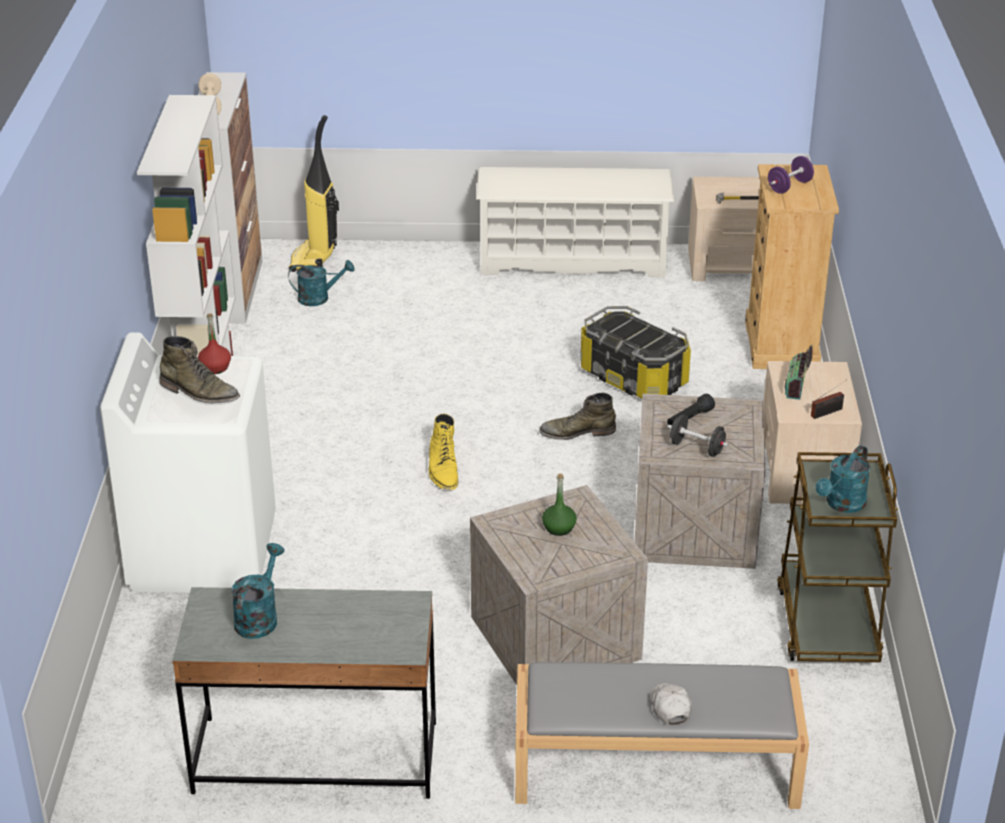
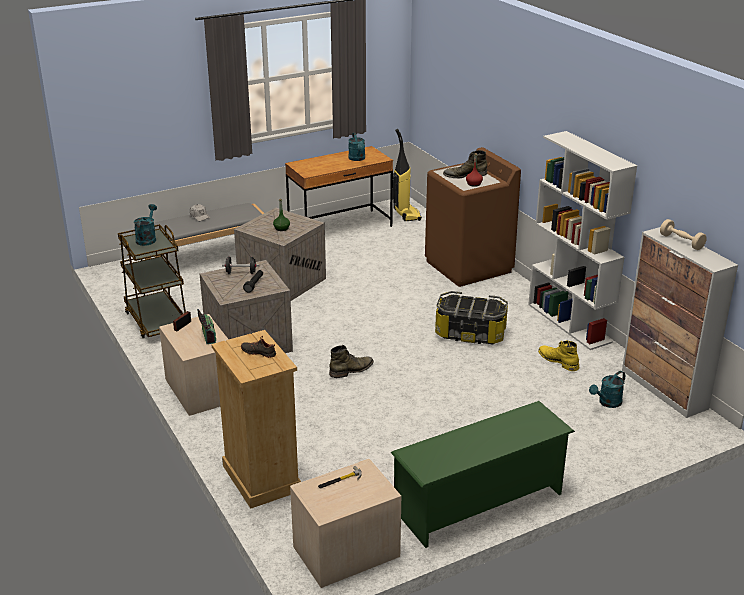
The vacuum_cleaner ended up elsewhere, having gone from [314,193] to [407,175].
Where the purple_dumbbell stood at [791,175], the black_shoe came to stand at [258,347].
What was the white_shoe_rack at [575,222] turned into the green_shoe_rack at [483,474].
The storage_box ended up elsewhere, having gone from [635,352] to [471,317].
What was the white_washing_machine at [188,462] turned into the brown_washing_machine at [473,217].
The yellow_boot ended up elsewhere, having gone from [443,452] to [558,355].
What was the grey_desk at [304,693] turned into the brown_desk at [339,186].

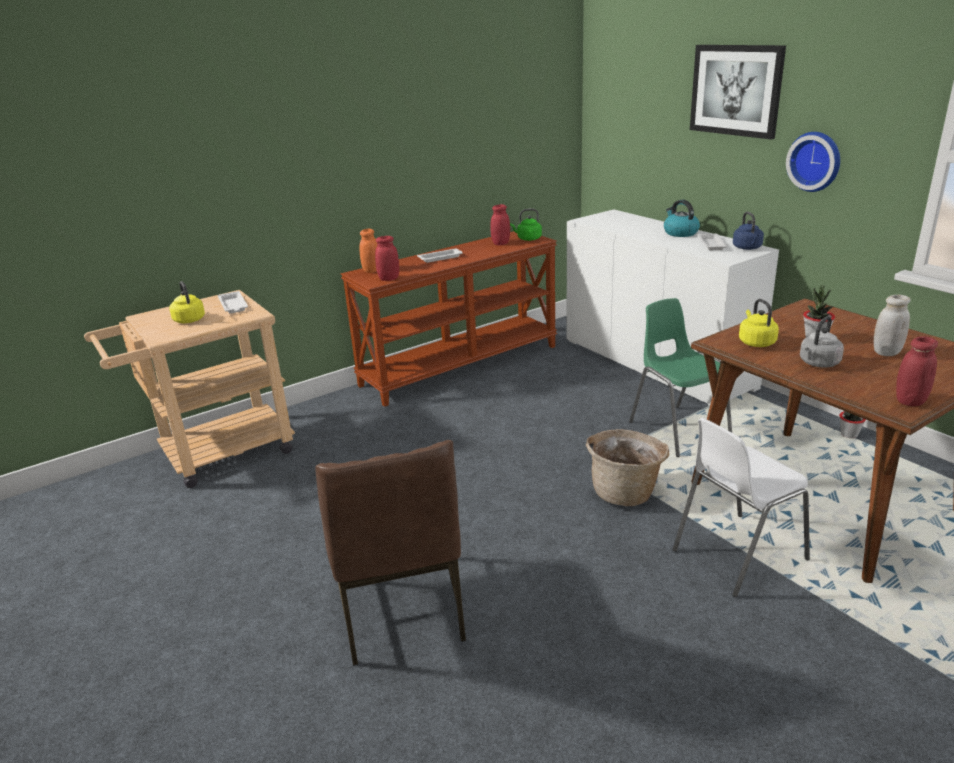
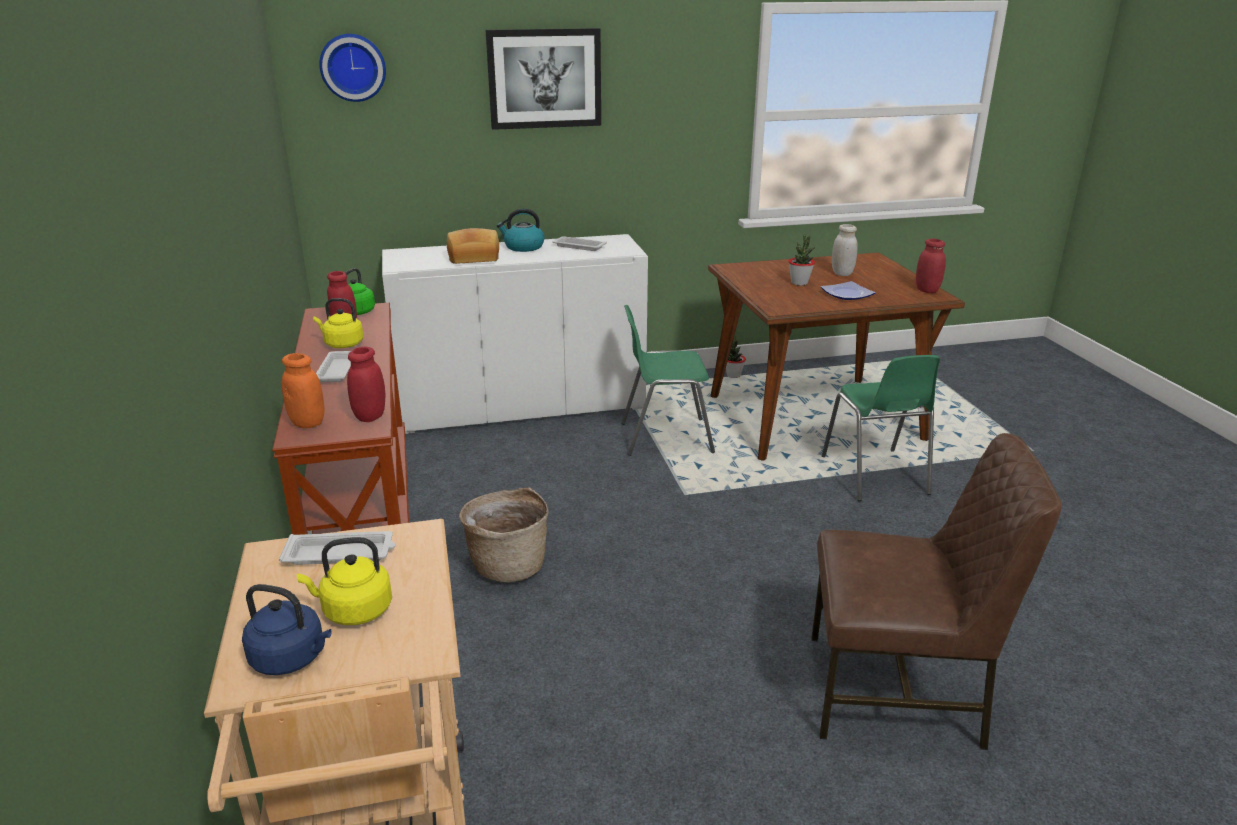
The wall_clock ended up elsewhere, having gone from [813,162] to [352,68].
The blue_kettle ended up elsewhere, having gone from [748,231] to [287,629].
The yellow_kettle ended up elsewhere, having gone from [759,323] to [338,323].
Where the grey_kettle stood at [822,342], the plate came to stand at [848,290].
What was the white_chair at [741,507] turned into the green_chair at [881,428].
The basket ended up elsewhere, having gone from [627,467] to [504,535].
The second view gained the bread at [473,246].

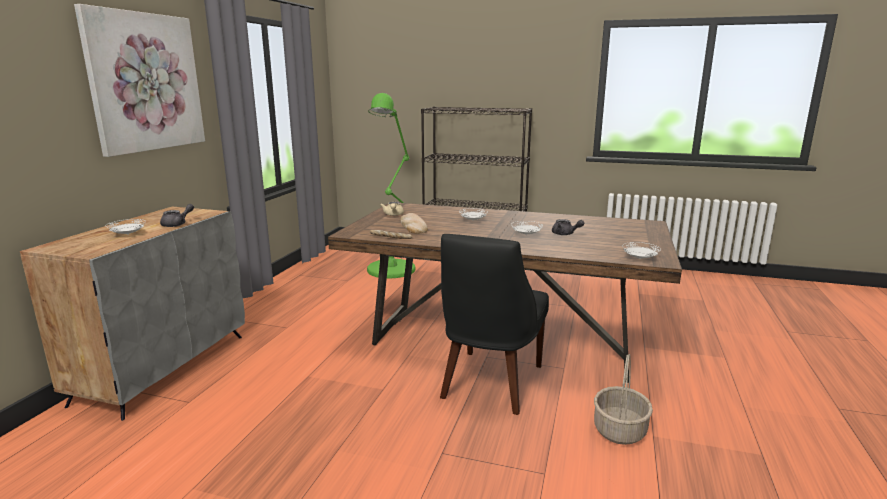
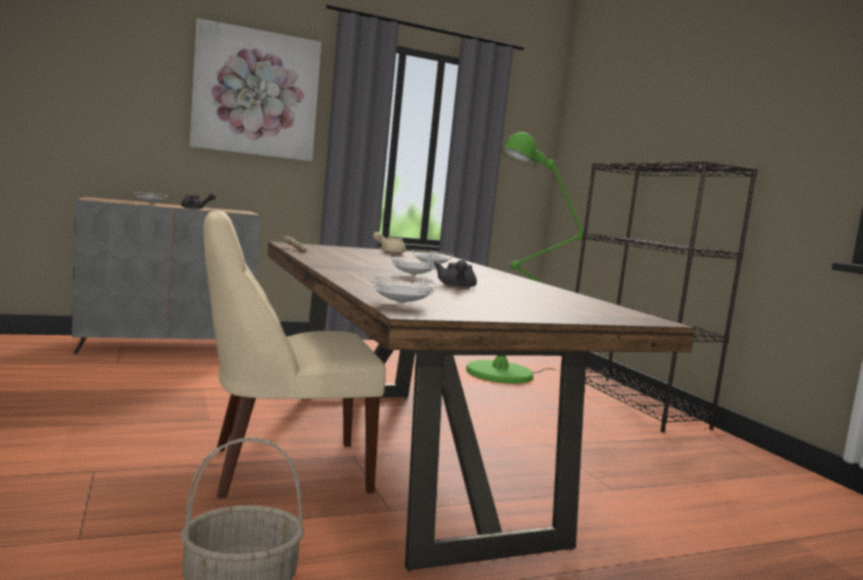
The second view lost the bread at [414,223].
What was the black_chair at [494,324] turned into the beige_chair at [295,354].

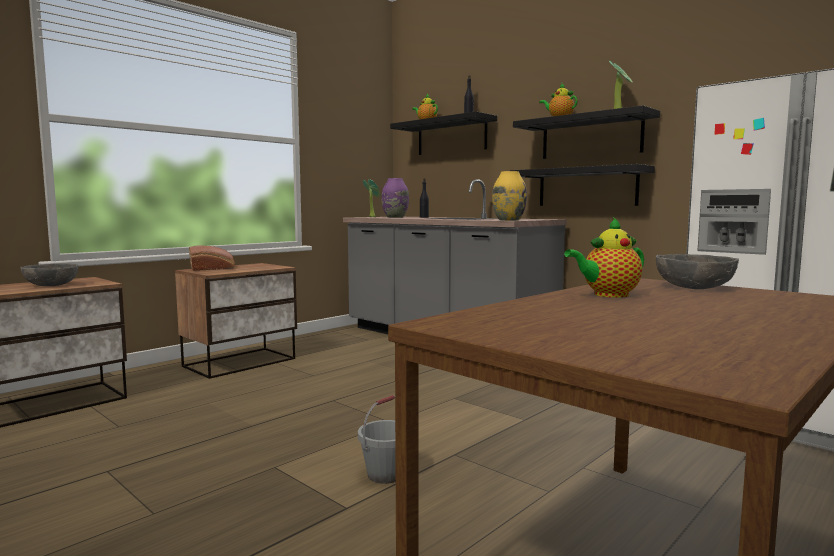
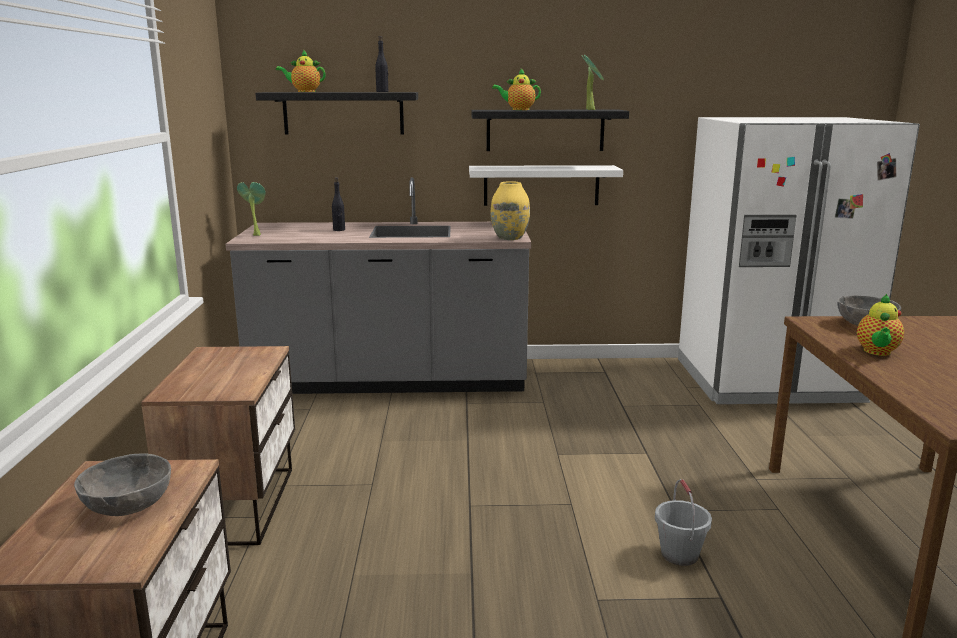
What was the black_shelf at [582,185] turned into the white_shelf at [546,185].
The second view lost the purple_vase at [395,198].
The second view lost the bread at [212,258].

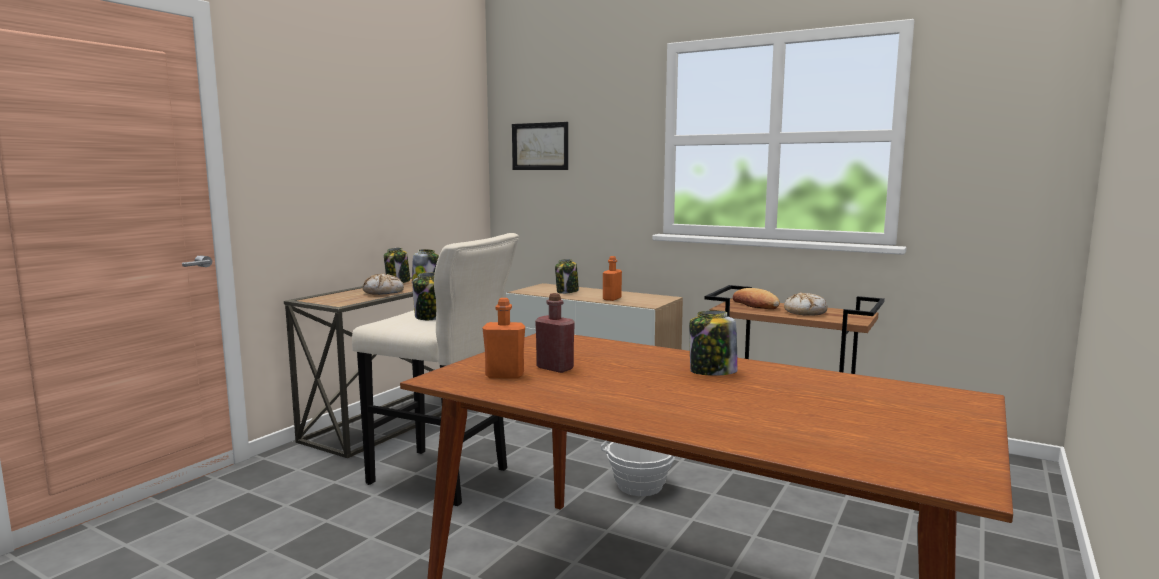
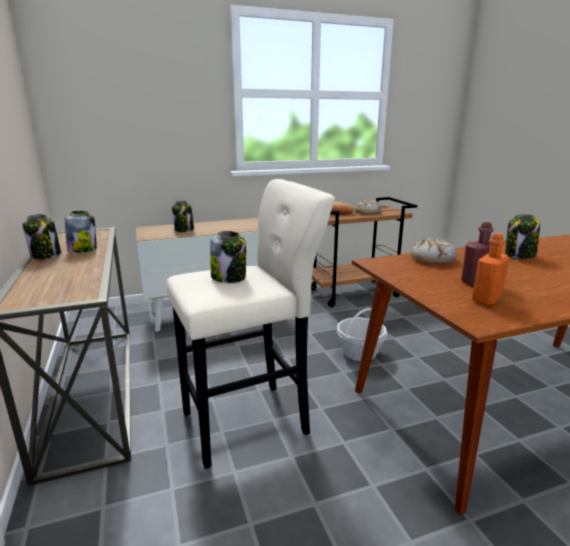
The second view lost the picture at [540,146].
The second view lost the orange_bottle at [612,278].
The bread ended up elsewhere, having gone from [383,284] to [434,251].

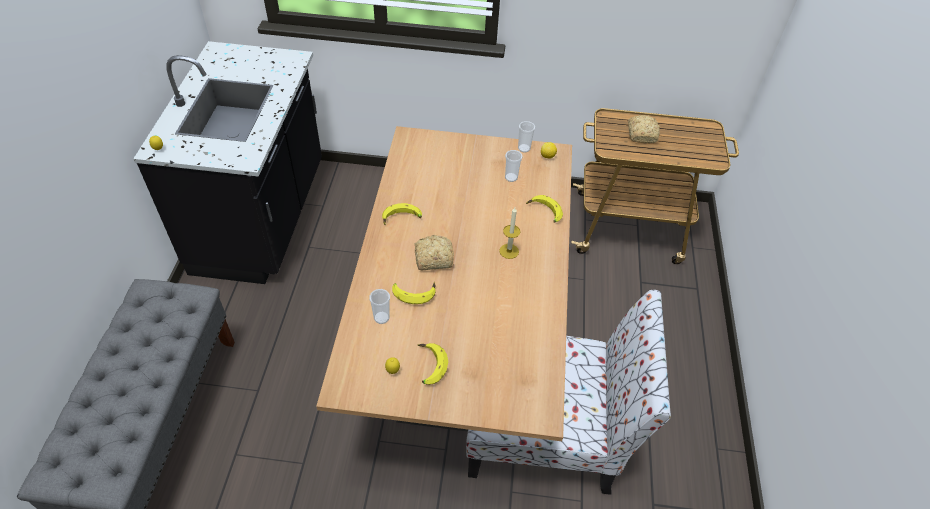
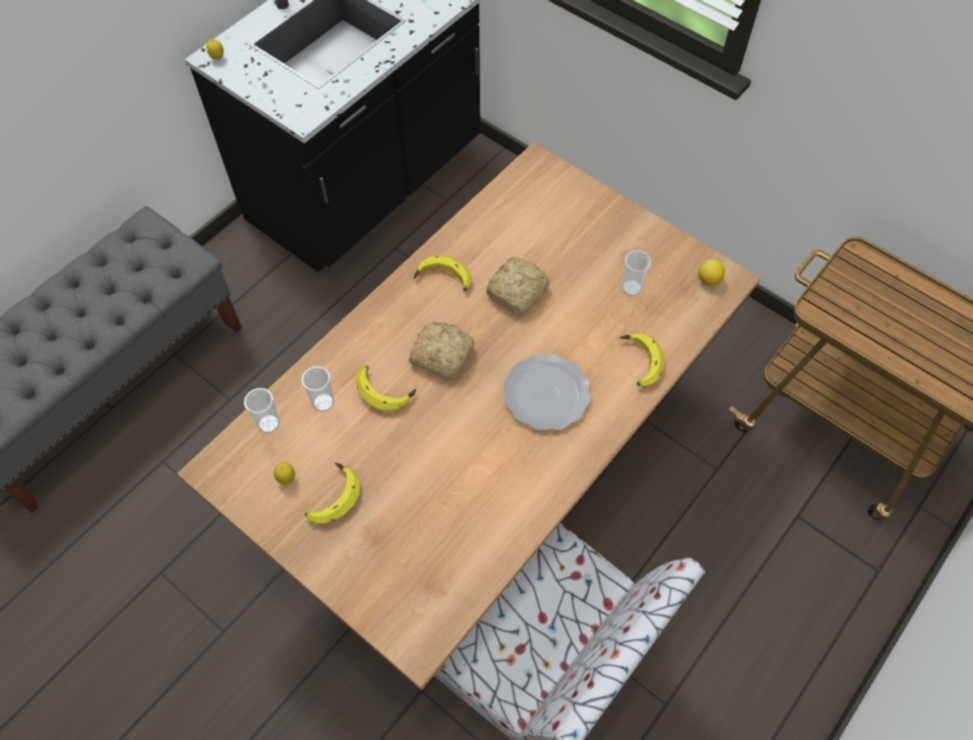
The bread ended up elsewhere, having gone from [644,129] to [518,285].
The cup ended up elsewhere, having gone from [526,137] to [262,410].
Where the candle stood at [509,233], the plate came to stand at [547,392].

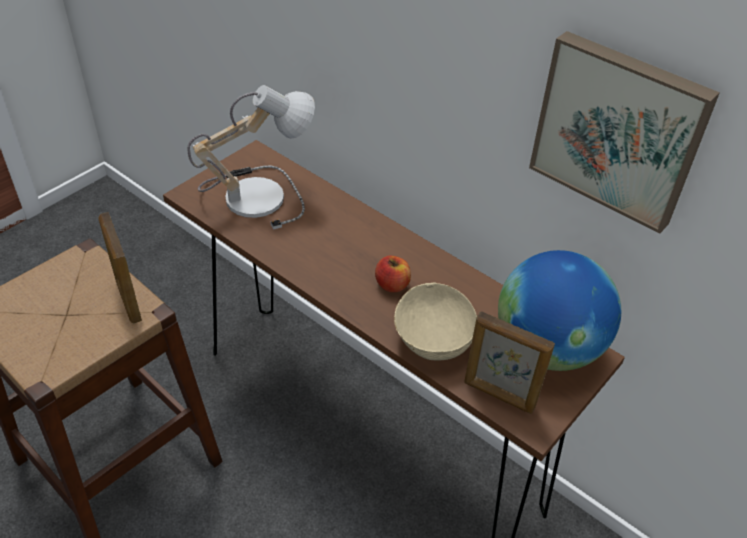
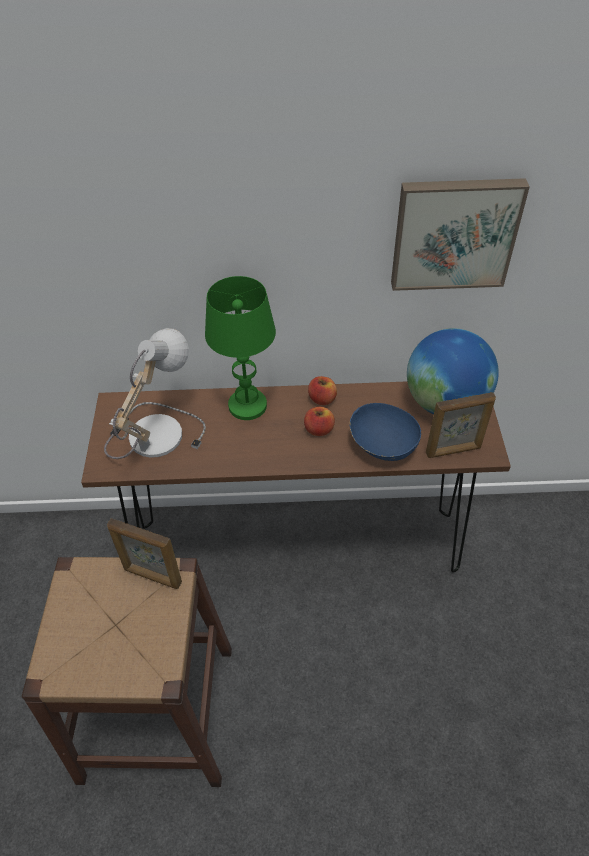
What was the beige_bowl at [435,321] turned into the blue_bowl at [385,432].
The second view gained the green_table_lamp at [240,348].
The second view gained the apple at [322,390].

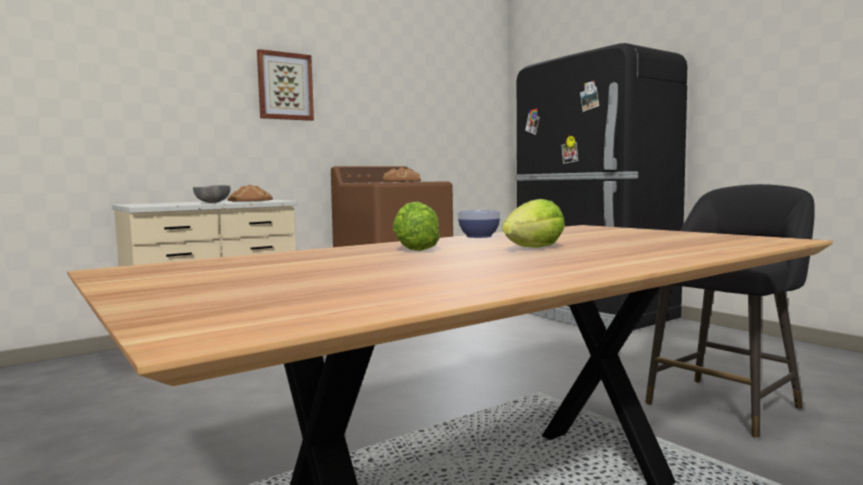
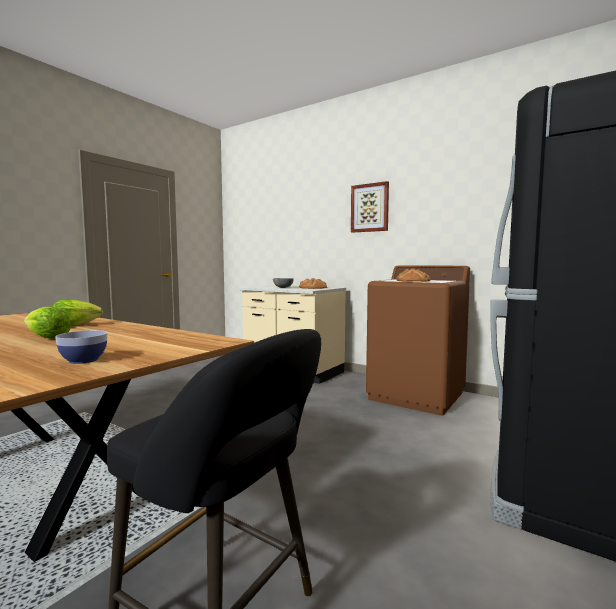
The bowl ended up elsewhere, having gone from [479,224] to [81,347].

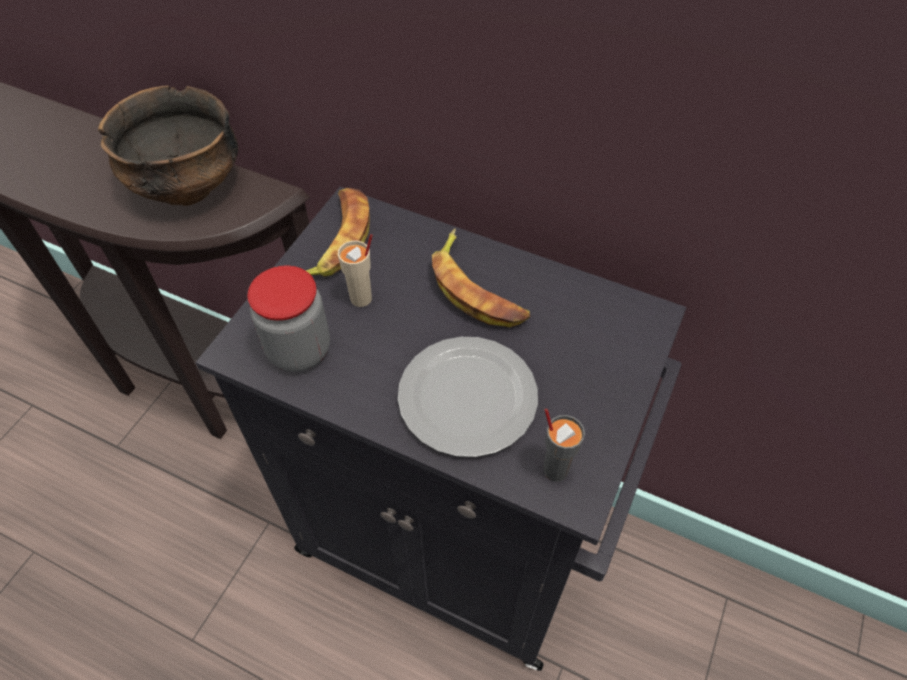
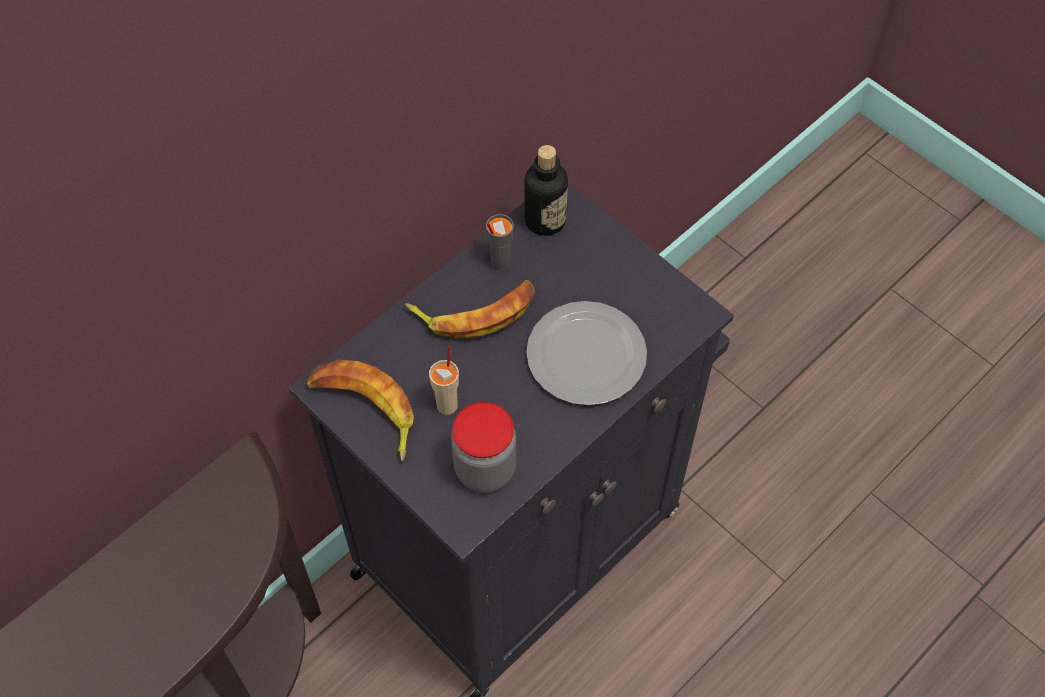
The second view lost the bowl at [168,145].
The grey_cup ended up elsewhere, having gone from [564,445] to [500,242].
The second view gained the bottle at [546,190].

